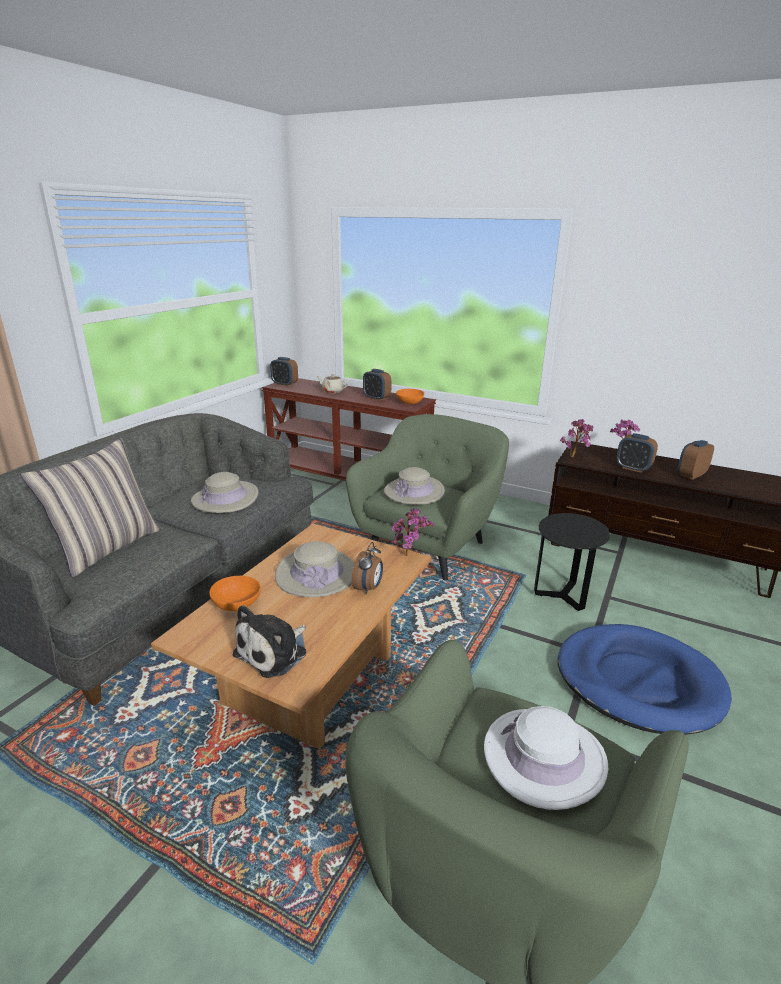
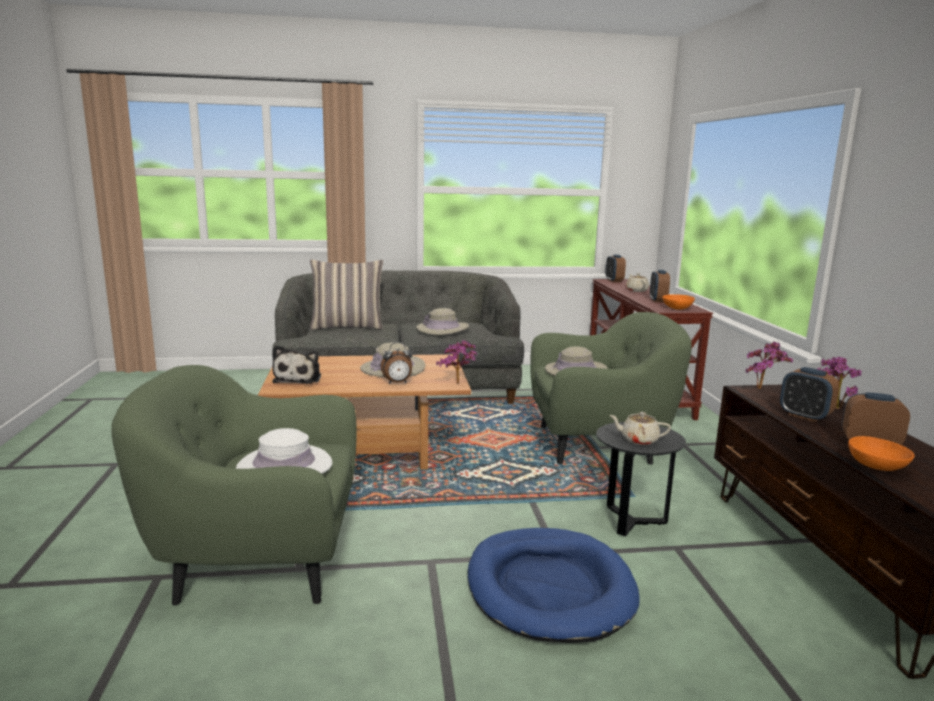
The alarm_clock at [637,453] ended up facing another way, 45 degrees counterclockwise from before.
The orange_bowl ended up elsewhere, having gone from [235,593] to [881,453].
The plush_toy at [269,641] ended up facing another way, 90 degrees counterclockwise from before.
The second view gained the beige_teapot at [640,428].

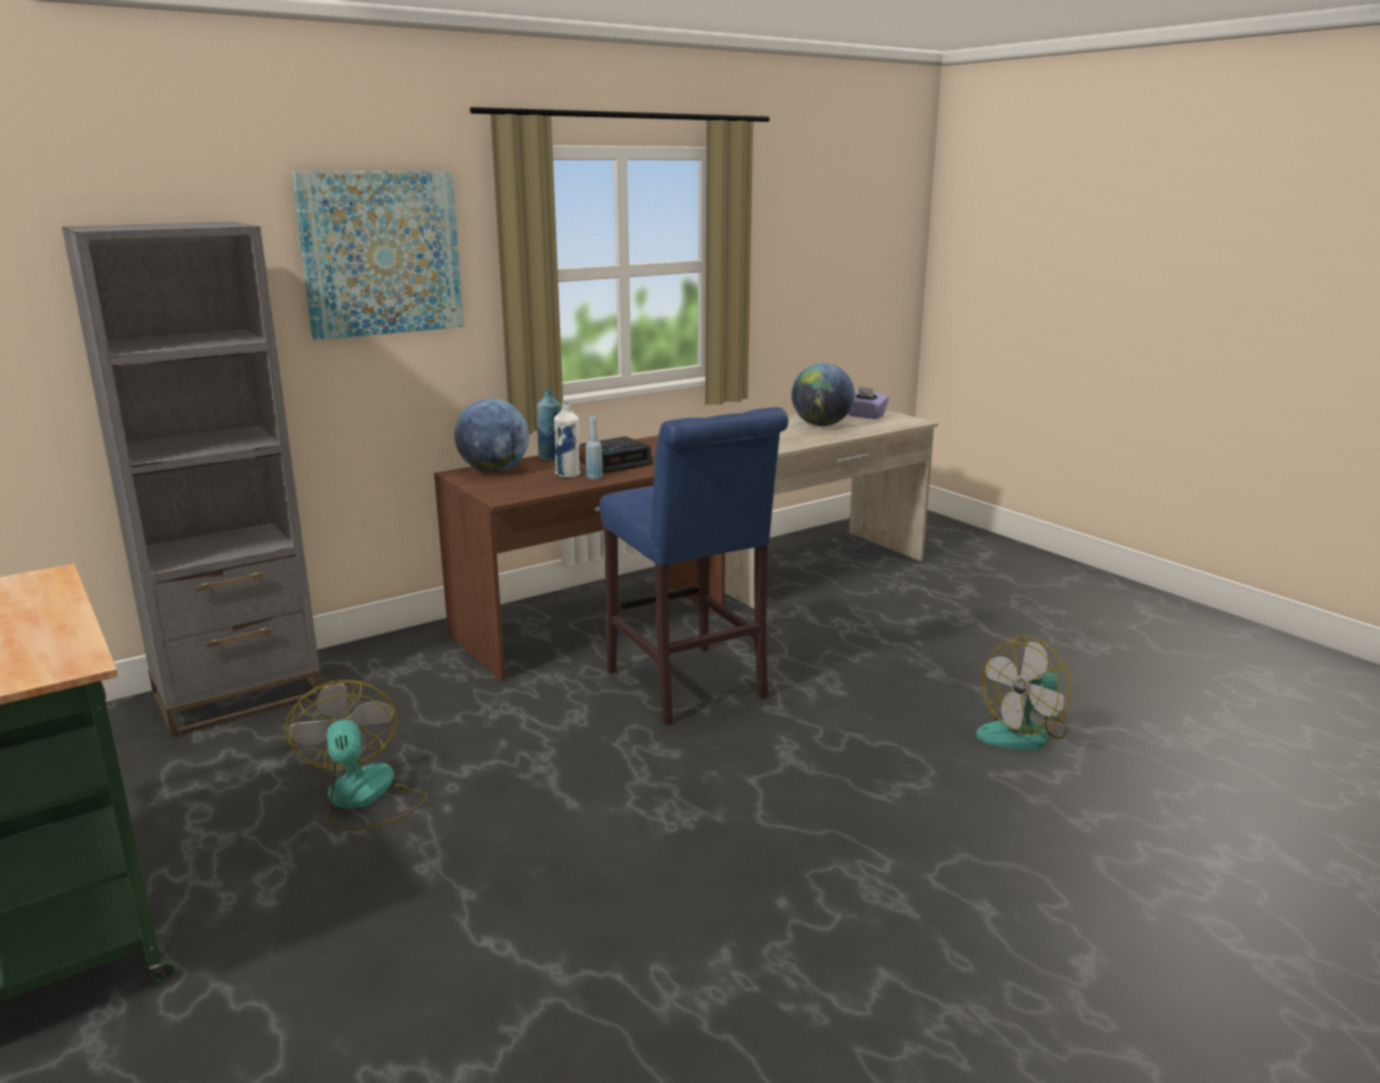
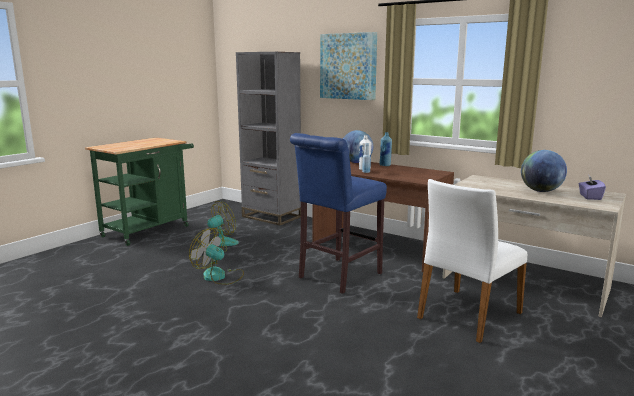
The second view lost the alarm_clock at [616,454].
The fan ended up elsewhere, having gone from [1023,693] to [216,256].
The second view gained the white_chair at [472,261].

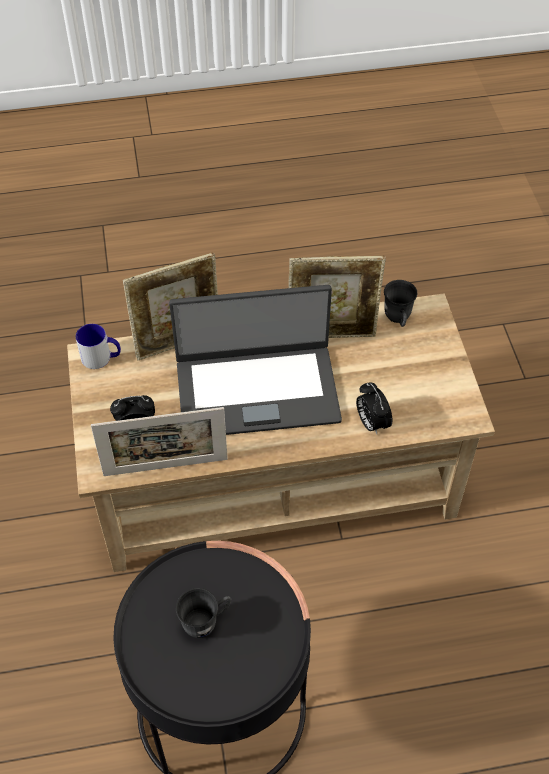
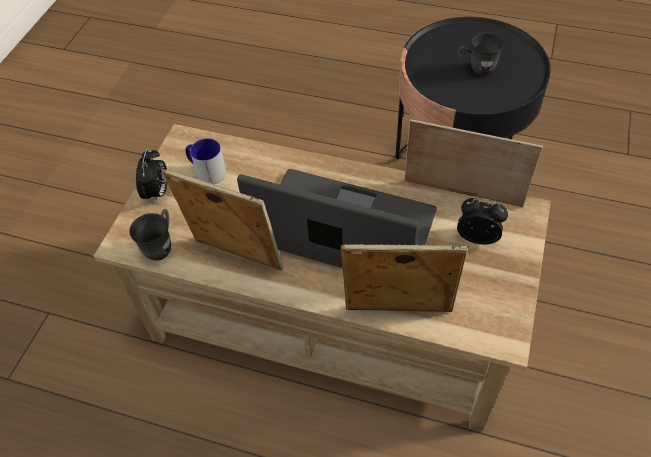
The mug ended up elsewhere, having gone from [98,346] to [205,161].
The alarm_clock ended up elsewhere, having gone from [374,408] to [151,176].

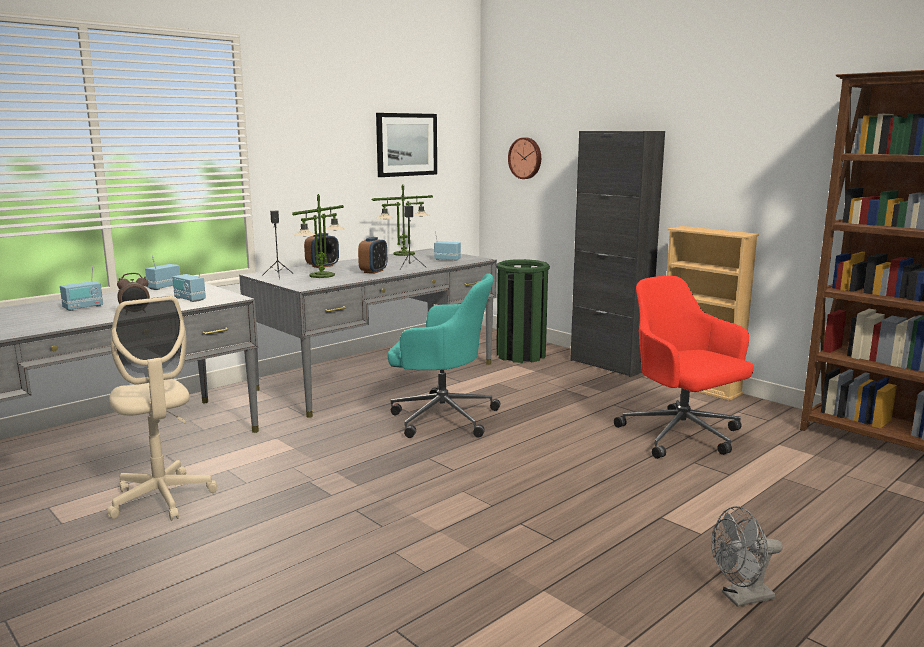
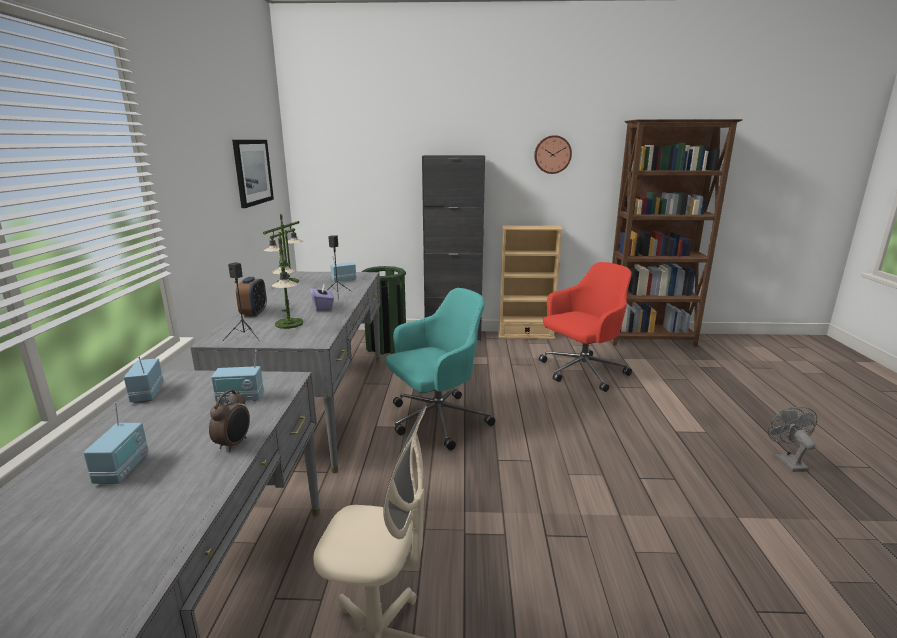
The wall_clock ended up elsewhere, having gone from [524,158] to [553,154].
Where the alarm_clock stood at [372,255], the purple_tissue_box came to stand at [322,297].
The red_office_chair at [684,367] ended up facing another way, 135 degrees clockwise from before.
The grey_fan at [747,556] ended up facing another way, 150 degrees clockwise from before.

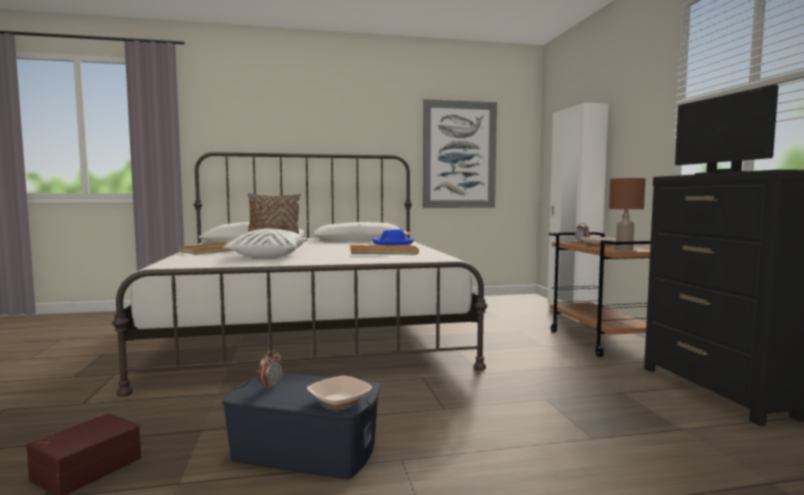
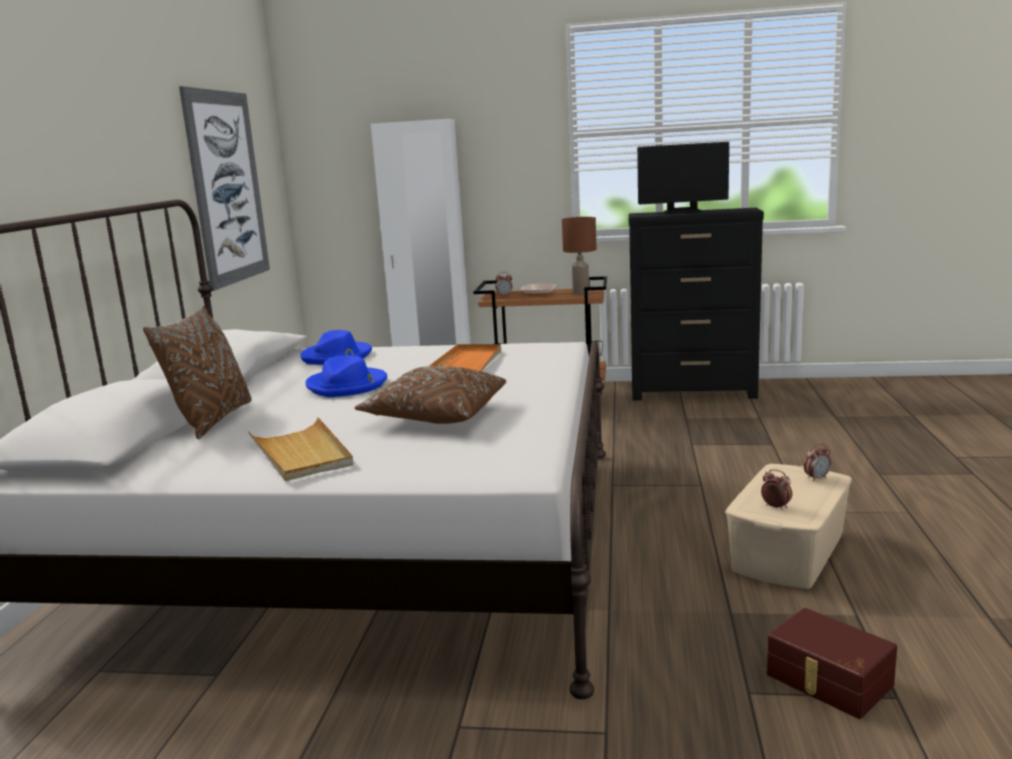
What was the white_pillow at [265,242] turned into the brown_pillow at [430,395].
What was the blue_storage_box at [301,426] turned into the beige_storage_box at [788,526].
Where the bowl stood at [339,392], the alarm_clock came to stand at [817,462].
The second view gained the blue_hat at [346,376].

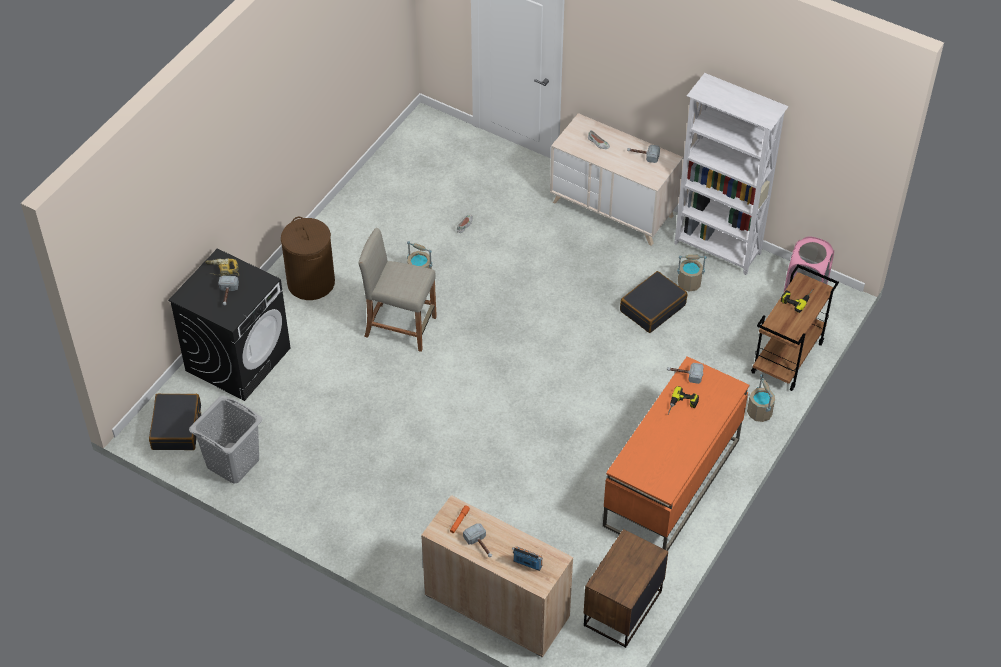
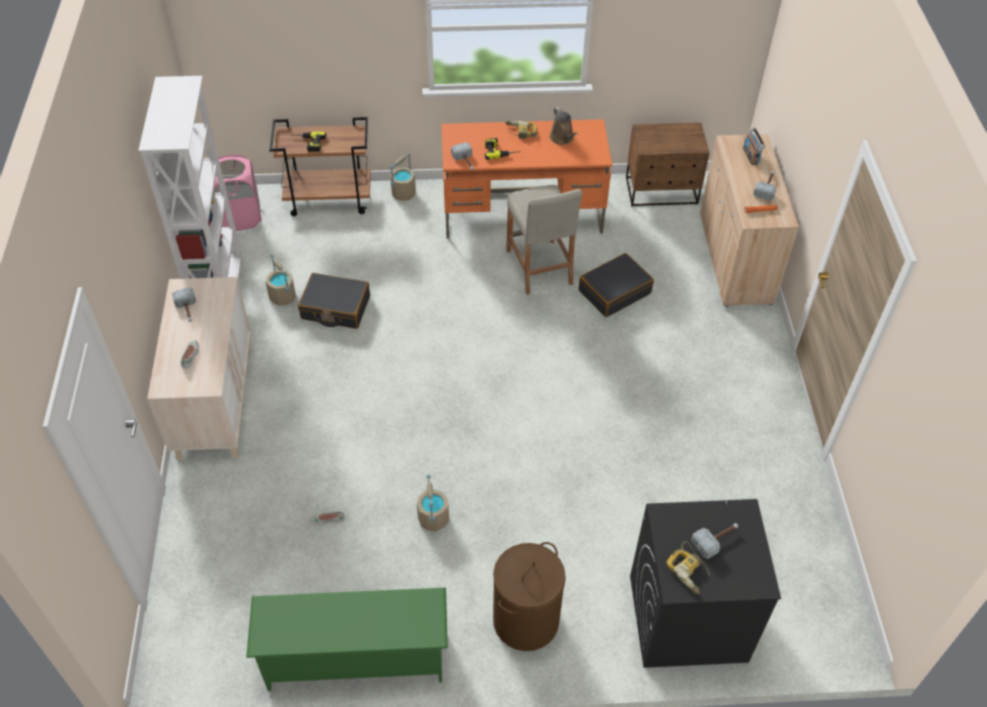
The beige_stool ended up elsewhere, having gone from [398,290] to [544,240].
The black_suitcase ended up elsewhere, having gone from [175,422] to [616,285].
The second view lost the grey_laundry_basket at [225,440].
The second view gained the brown_watering_can at [564,126].
The second view gained the power_drill at [521,129].
The second view gained the green_shoe_rack at [347,639].

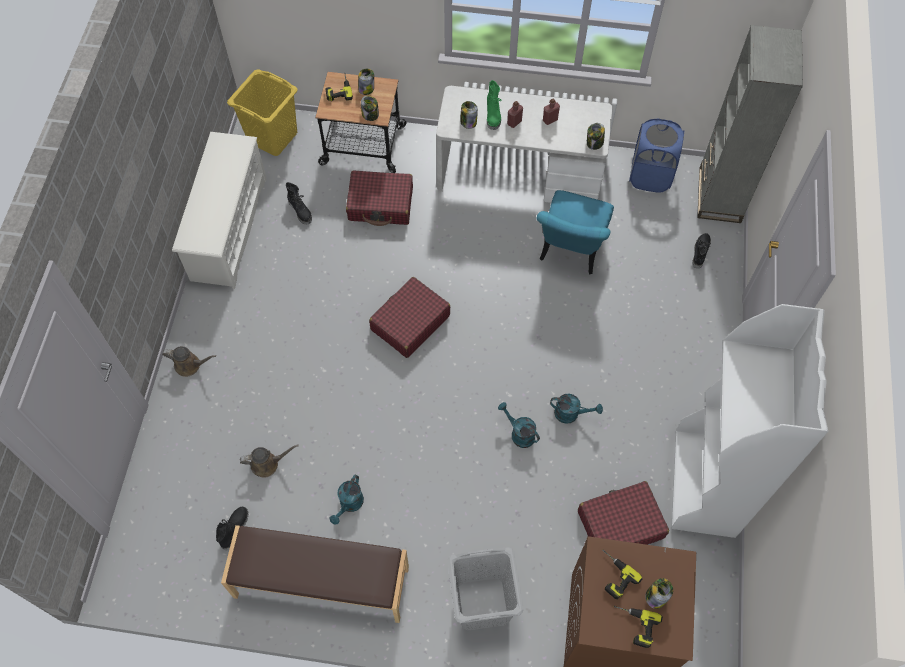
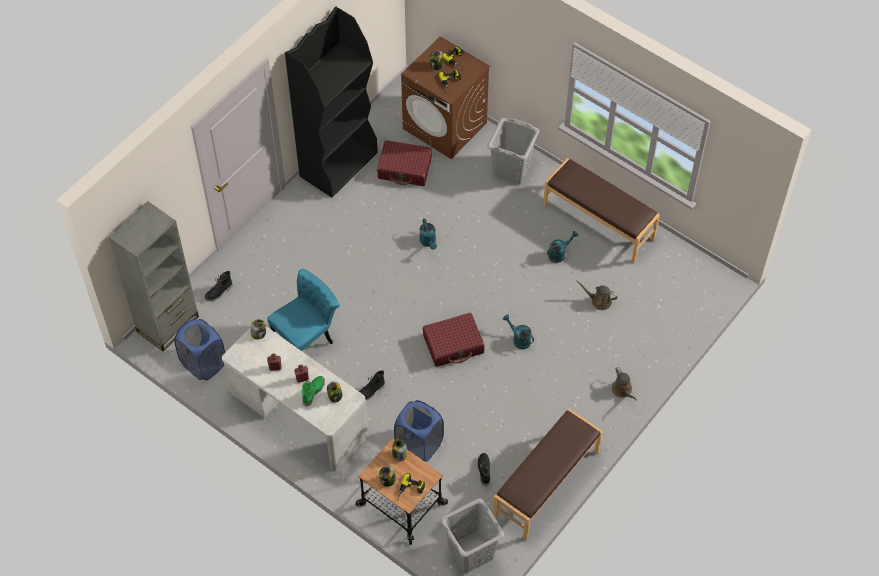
What was the yellow_laundry_basket at [262,113] turned into the grey_laundry_basket at [472,535].
Where the white_shoe_rack stood at [219,210], the brown_bench came to stand at [548,474].
Where the red_suitcase stood at [379,198], the blue_laundry_basket came to stand at [419,431].
What was the white_bookcase at [749,421] turned into the black_bookcase at [331,102].
The brown_watering_can at [189,361] ended up facing another way, 150 degrees counterclockwise from before.
The turquoise_watering_can ended up elsewhere, having gone from [576,408] to [518,332].
The black_boot ended up elsewhere, having gone from [232,528] to [372,385].

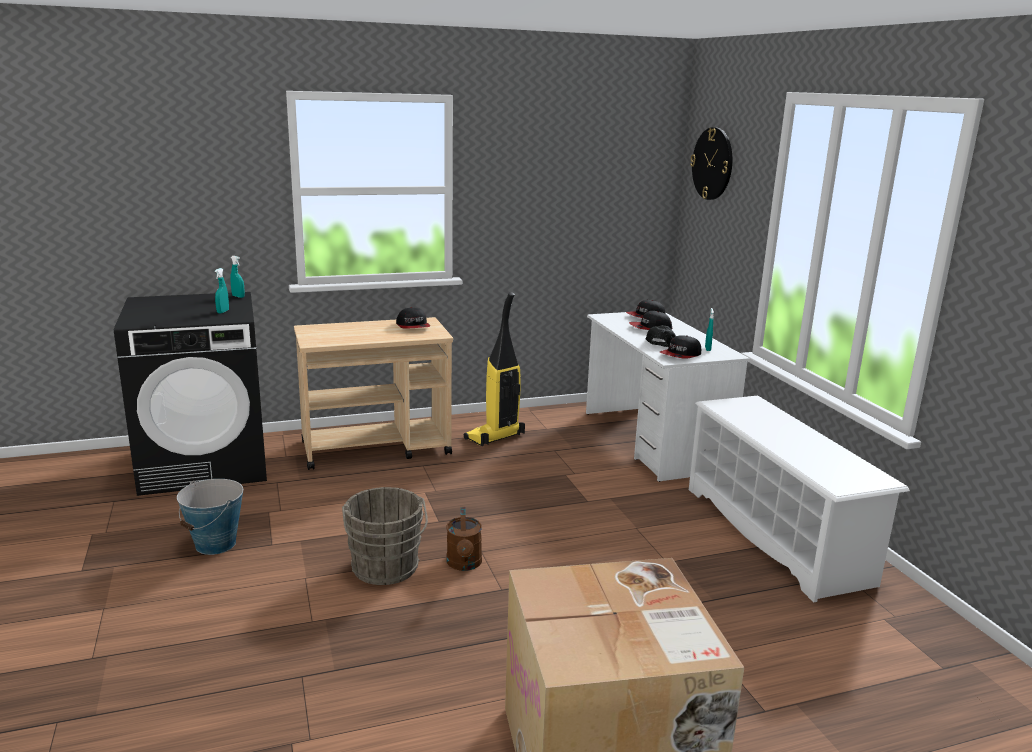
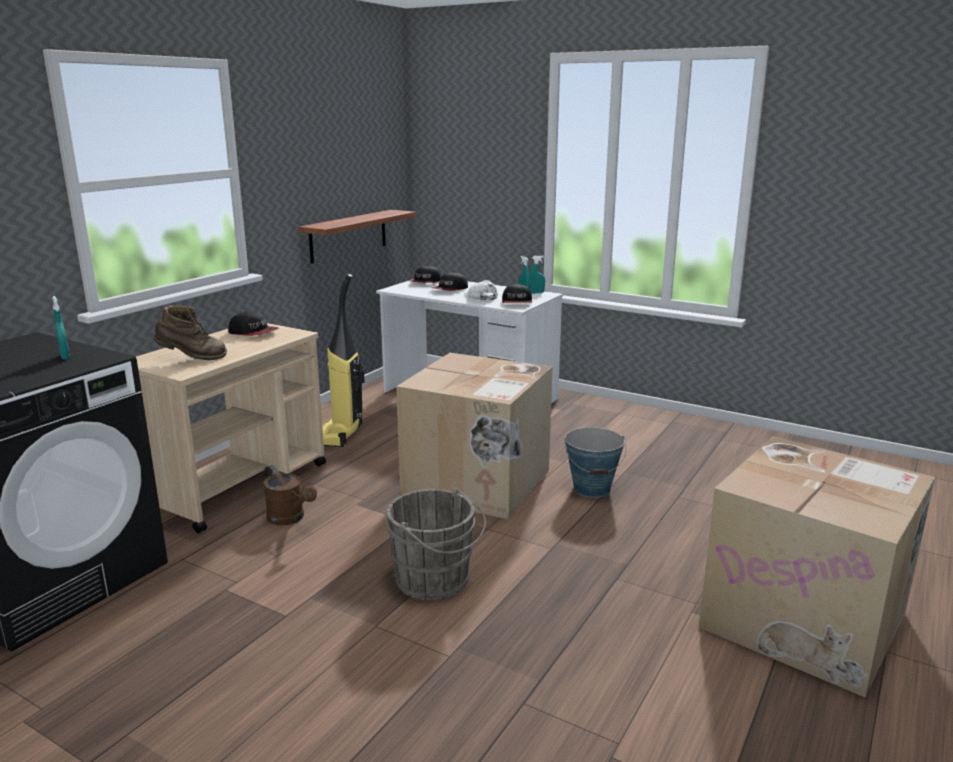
The second view lost the wall_clock at [711,163].
The turquoise_spray_bottle ended up elsewhere, having gone from [237,277] to [537,274].
What was the black_cap at [661,336] turned into the white_cap at [481,290].
The second view lost the white_shoe_rack at [799,499].
The bucket ended up elsewhere, having gone from [210,517] to [595,462].
The brown_watering_can ended up elsewhere, having gone from [464,539] to [290,495].
The second view gained the shelf at [357,236].
The second view gained the brown_boot at [190,332].
The second view gained the cardboard_box at [474,436].

